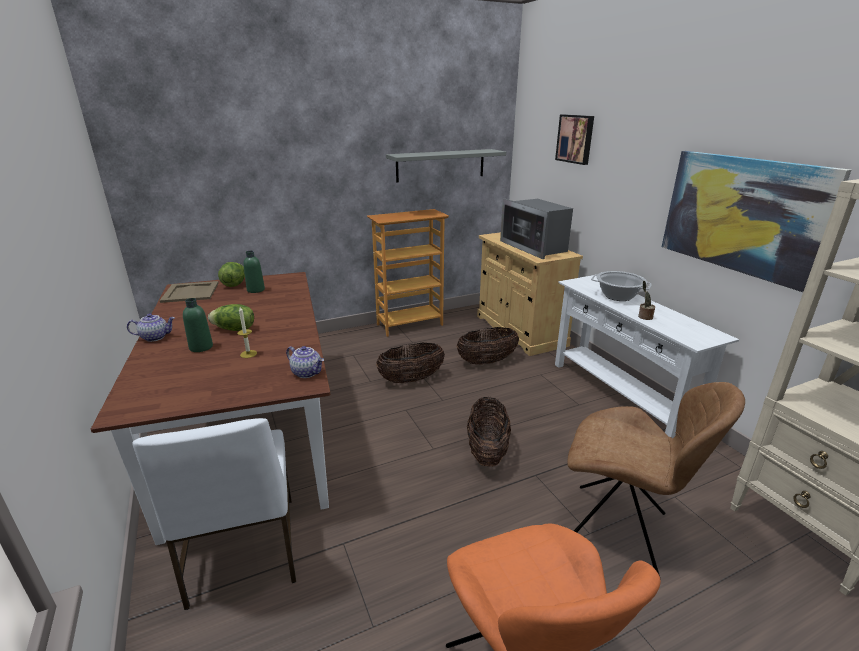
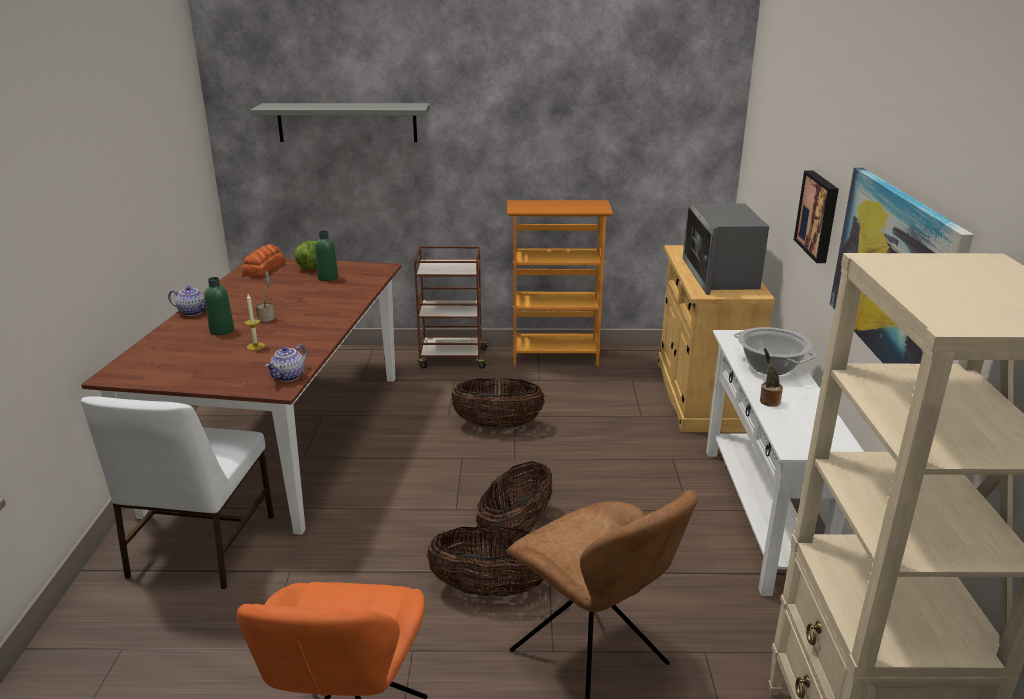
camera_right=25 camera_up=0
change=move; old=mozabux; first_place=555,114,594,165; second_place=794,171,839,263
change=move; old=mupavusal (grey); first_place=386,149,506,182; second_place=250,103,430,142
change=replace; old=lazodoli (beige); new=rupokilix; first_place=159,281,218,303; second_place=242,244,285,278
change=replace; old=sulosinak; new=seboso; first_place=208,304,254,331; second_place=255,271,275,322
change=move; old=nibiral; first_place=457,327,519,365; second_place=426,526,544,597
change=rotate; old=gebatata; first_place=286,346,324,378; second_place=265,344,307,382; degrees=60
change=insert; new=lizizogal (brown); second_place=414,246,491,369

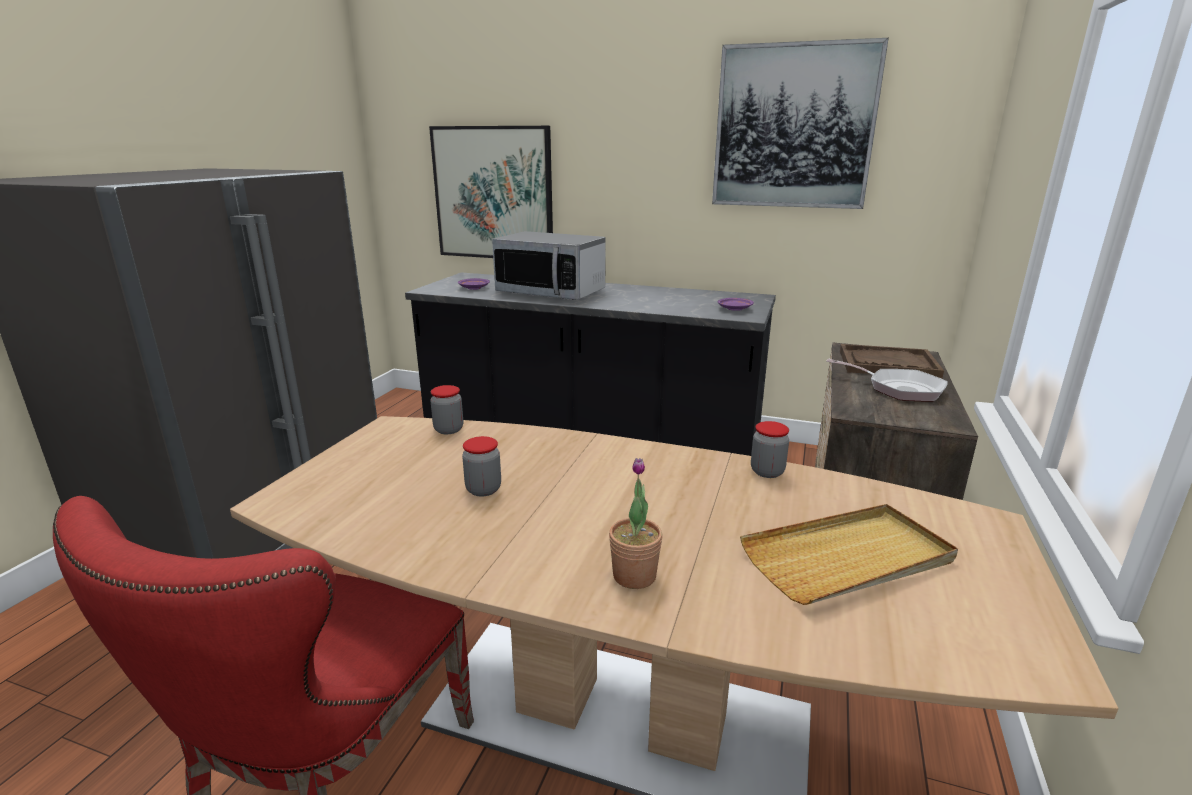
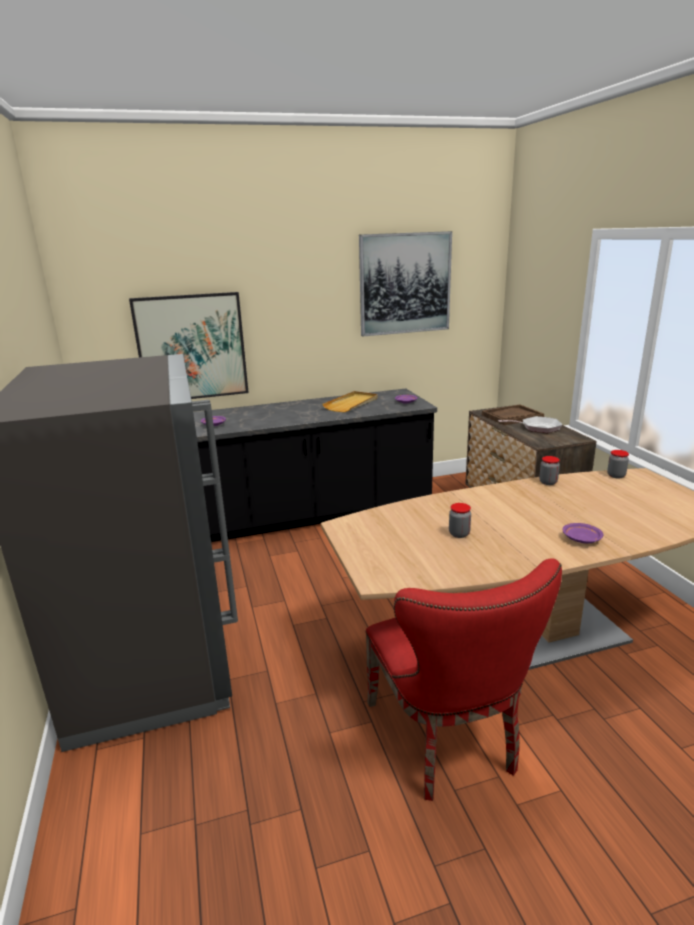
camera_right=-35 camera_up=0
change=delete; old=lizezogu; first_place=492,231,606,300
change=move; old=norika; first_place=430,385,463,434; second_place=607,450,629,478
change=replace; old=seboso; new=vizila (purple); first_place=609,458,663,589; second_place=562,523,603,543
change=move; old=lazodoli (beige); first_place=740,504,958,605; second_place=322,391,378,412

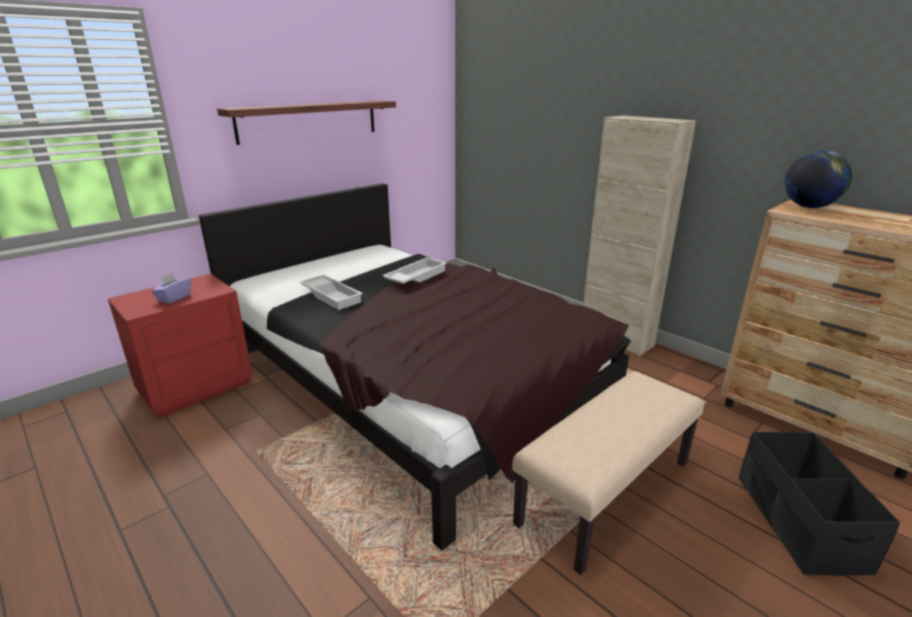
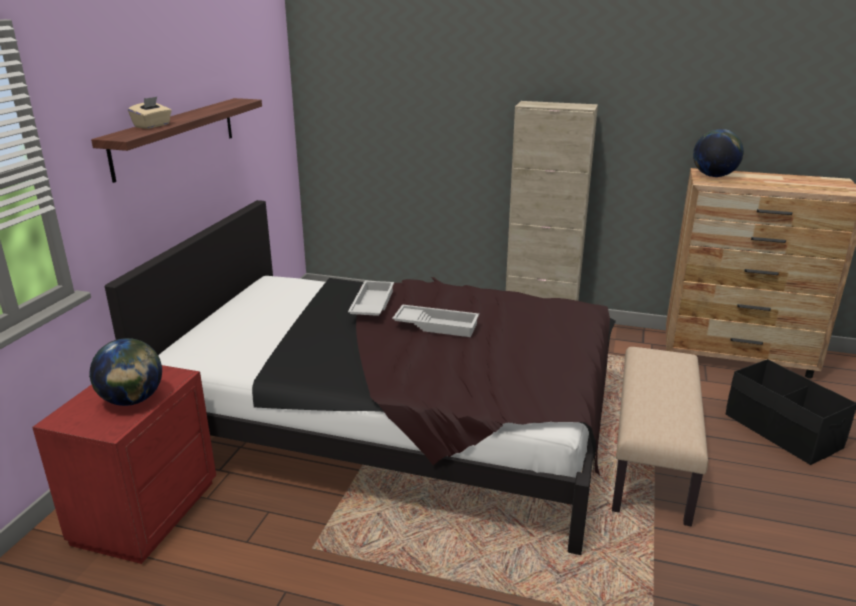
camera_right=-30 camera_up=0
change=replace; old=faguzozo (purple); new=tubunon; first_place=151,272,191,304; second_place=89,338,162,406
change=move; old=lazodoli (white); first_place=299,275,363,310; second_place=392,304,479,337
change=insert; new=faguzozo (beige); second_place=128,97,172,129

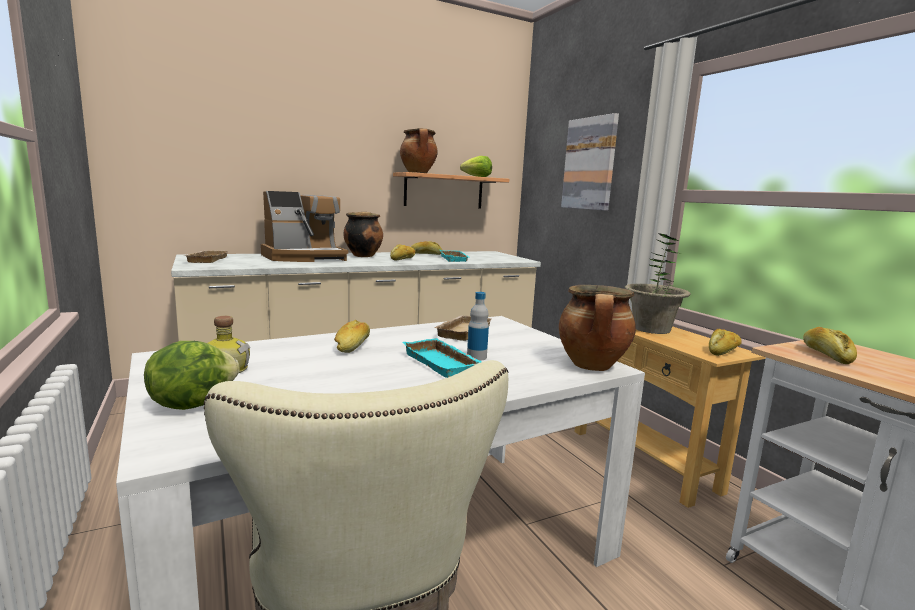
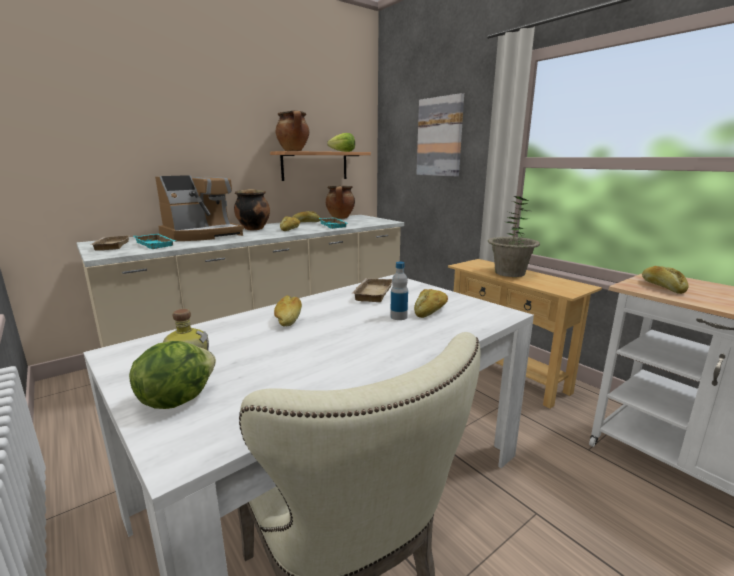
camera_right=-10 camera_up=5
change=move; old=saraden; first_place=559,285,636,371; second_place=326,186,355,219
change=move; old=rupokilix; first_place=709,329,742,356; second_place=414,289,448,318
change=move; old=lazodoli (turquoise); first_place=402,338,482,378; second_place=133,234,176,249

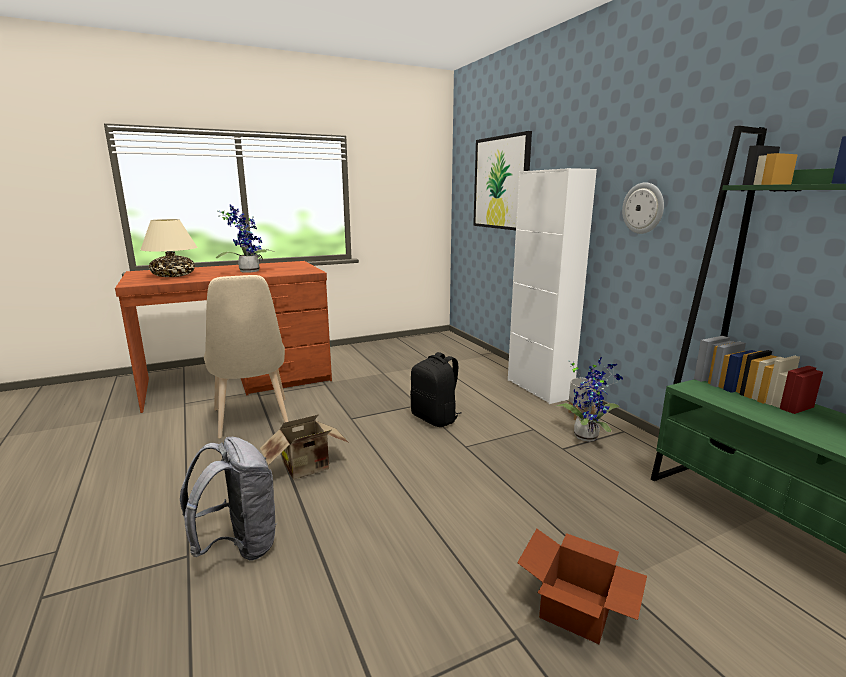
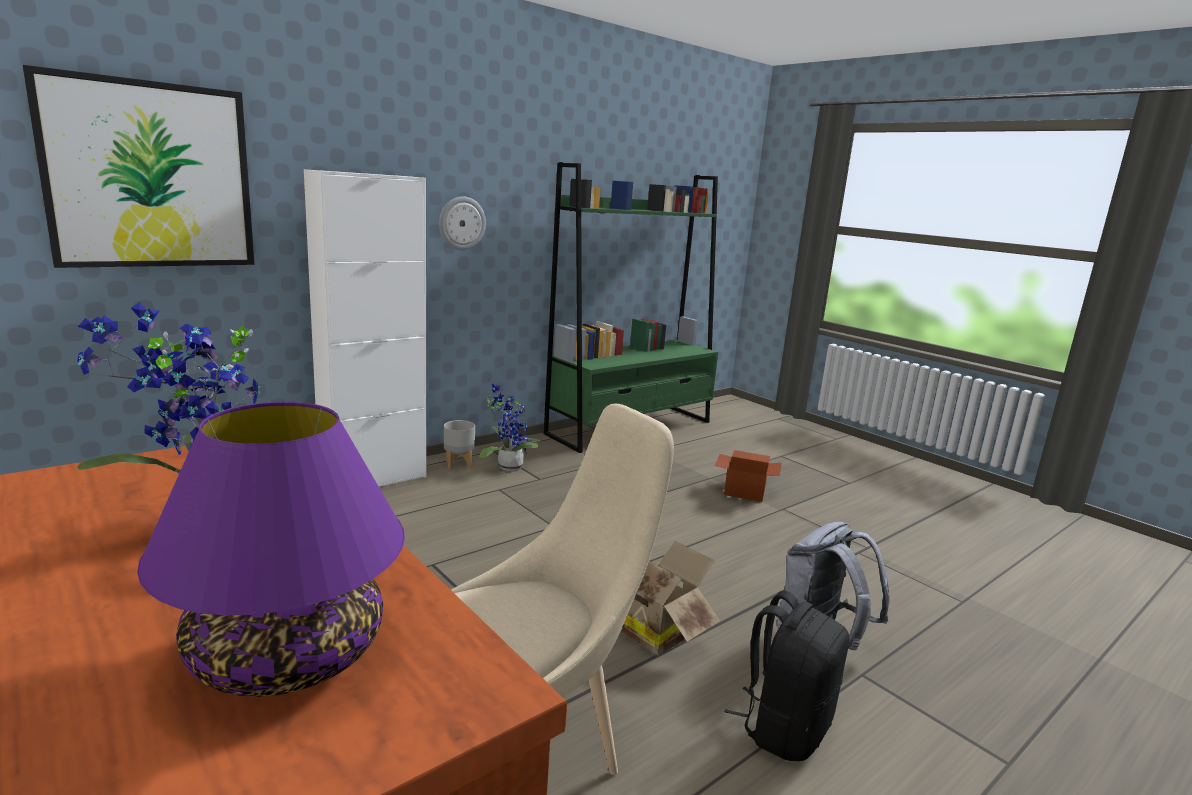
camera_right=-105 camera_up=0
change=recolor; old=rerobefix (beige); new=rerobefix (purple); first_place=140,219,198,277; second_place=137,402,405,697
change=move; old=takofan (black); first_place=410,352,462,427; second_place=725,590,850,761

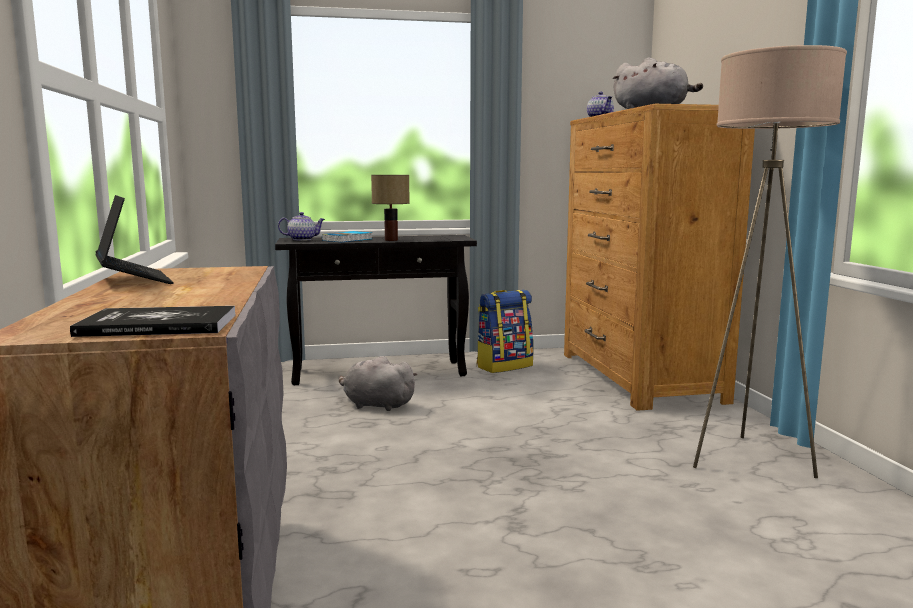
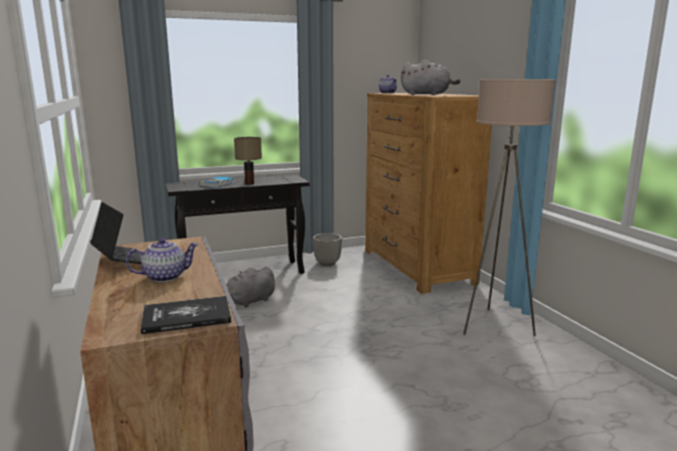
camera_right=-10 camera_up=5
change=move; old=gebatata; first_place=278,212,325,241; second_place=126,238,199,282
change=replace; old=takofan; new=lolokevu; first_place=477,290,534,373; second_place=313,233,342,266
change=rotate; old=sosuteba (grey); first_place=339,356,418,411; second_place=227,267,275,308; degrees=-45

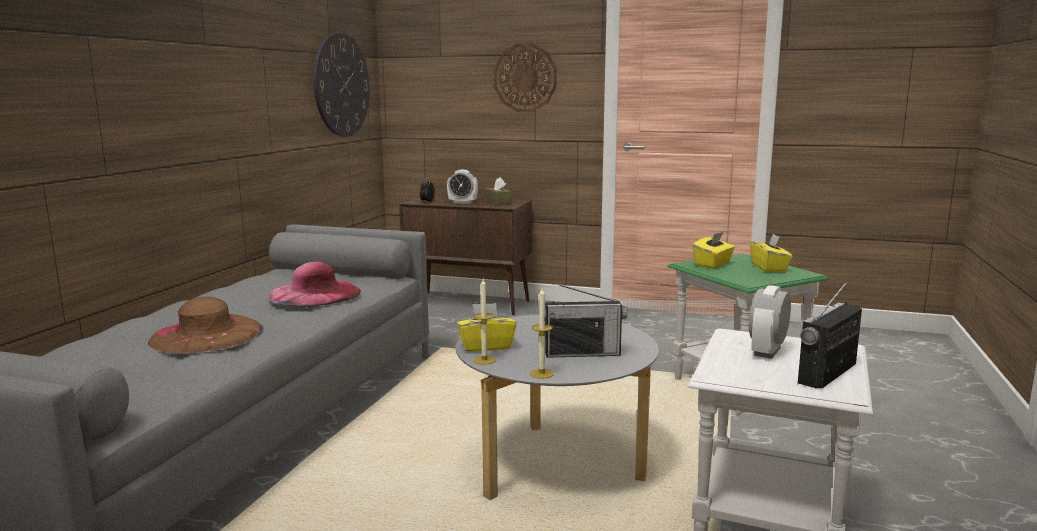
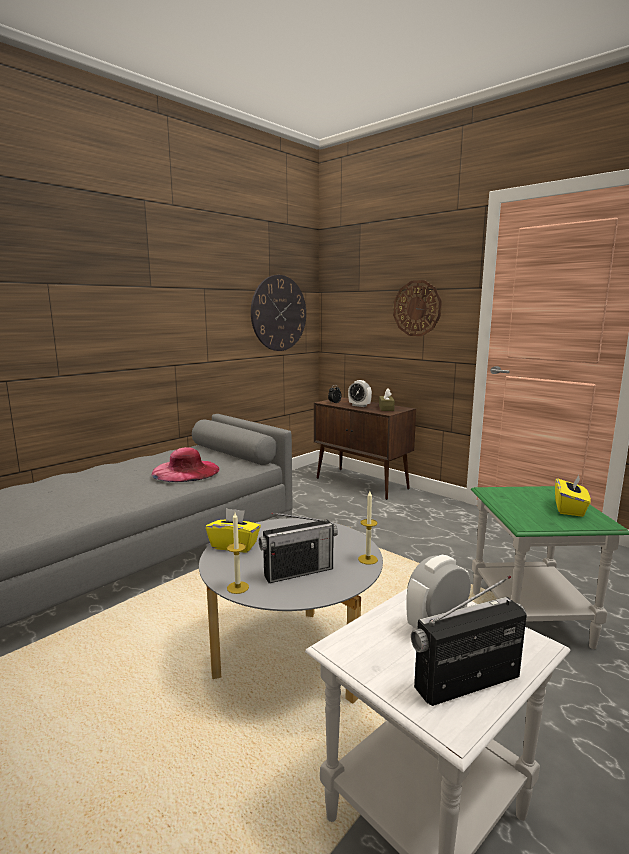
camera_right=25 camera_up=0
change=delete; old=faguzozo (yellow); first_place=692,232,735,269
change=move; old=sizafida; first_place=473,279,496,365; second_place=358,491,378,564
change=rotate; old=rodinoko; first_place=545,282,627,358; second_place=259,513,338,583; degrees=-45
change=delete; old=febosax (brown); first_place=148,297,263,353

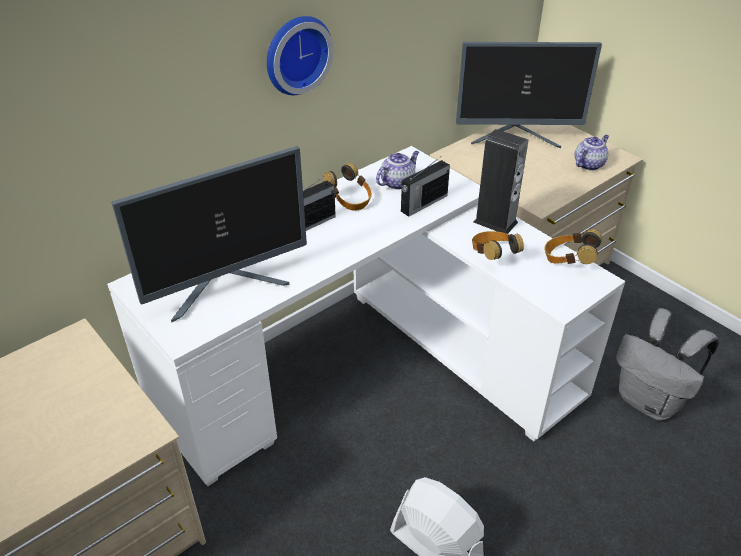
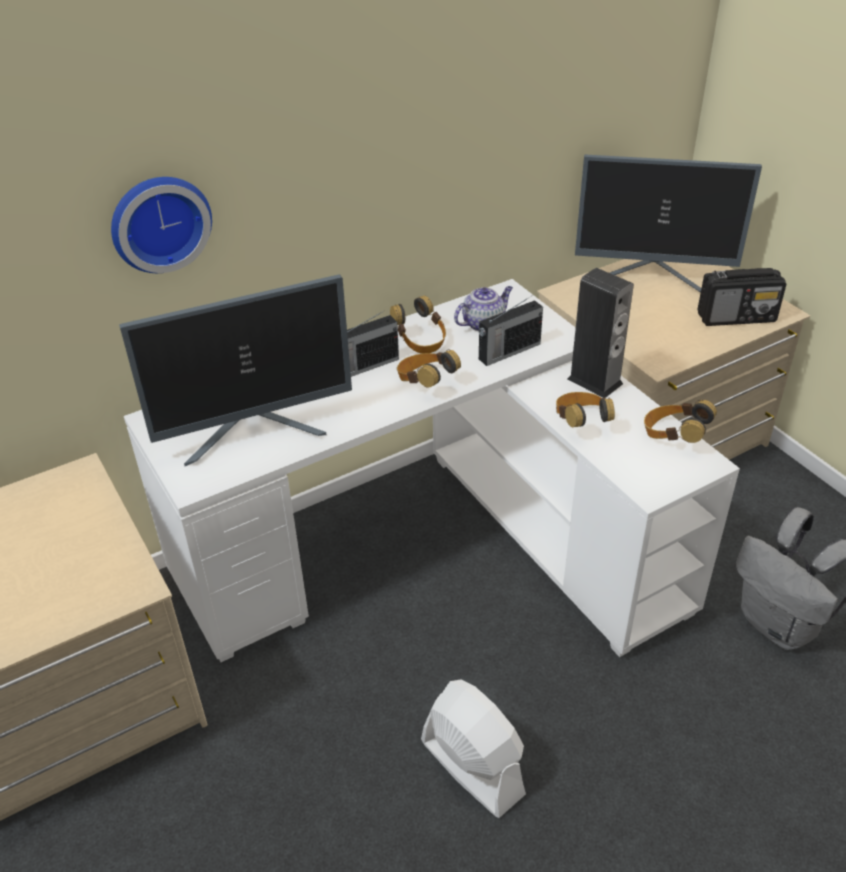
camera_right=10 camera_up=0
change=move; old=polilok; first_place=267,16,334,95; second_place=111,177,212,273
change=replace; old=gebatata; new=rodinoko; first_place=575,135,609,171; second_place=698,268,786,326
change=insert; new=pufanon; second_place=397,349,461,388

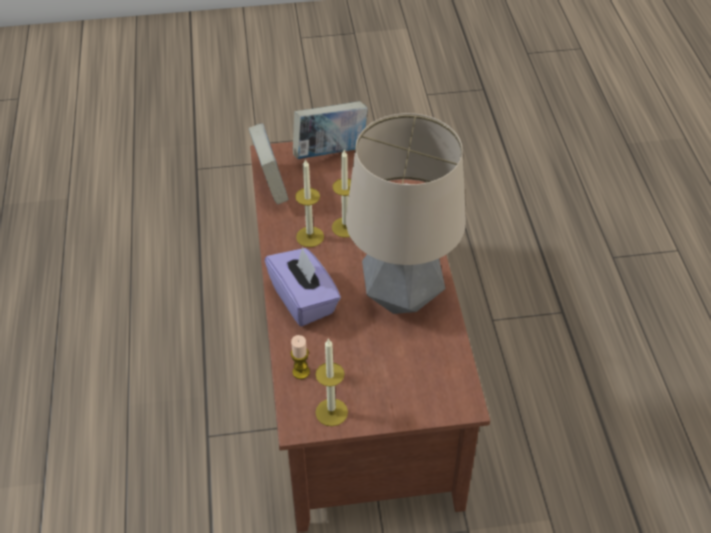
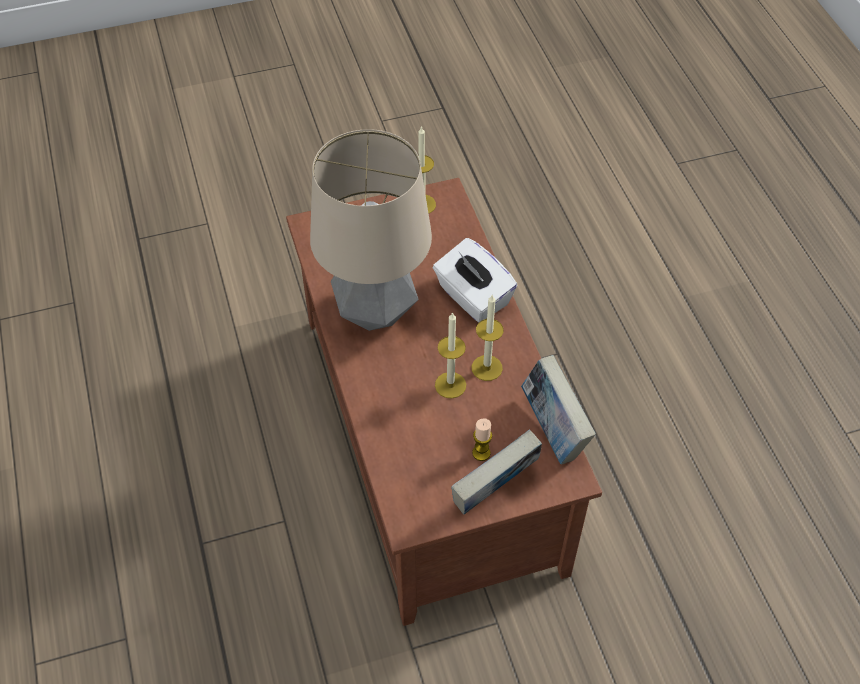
camera_right=170 camera_up=5
change=recolor; old=faguzozo (purple); new=faguzozo (white); first_place=265,247,341,327; second_place=433,238,517,322
change=move; old=sizafida; first_place=291,335,310,379; second_place=472,418,492,461

